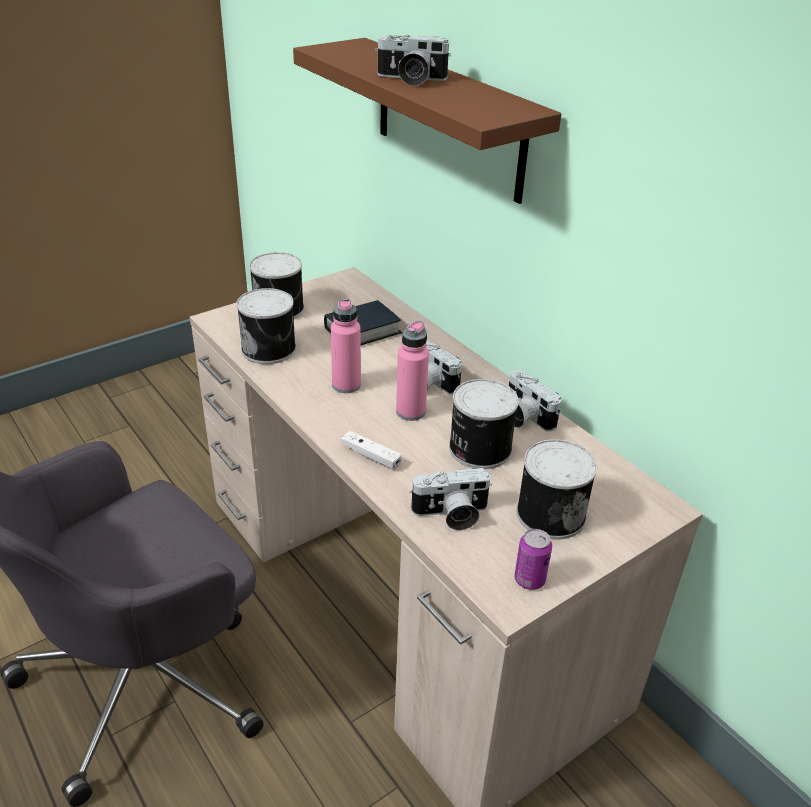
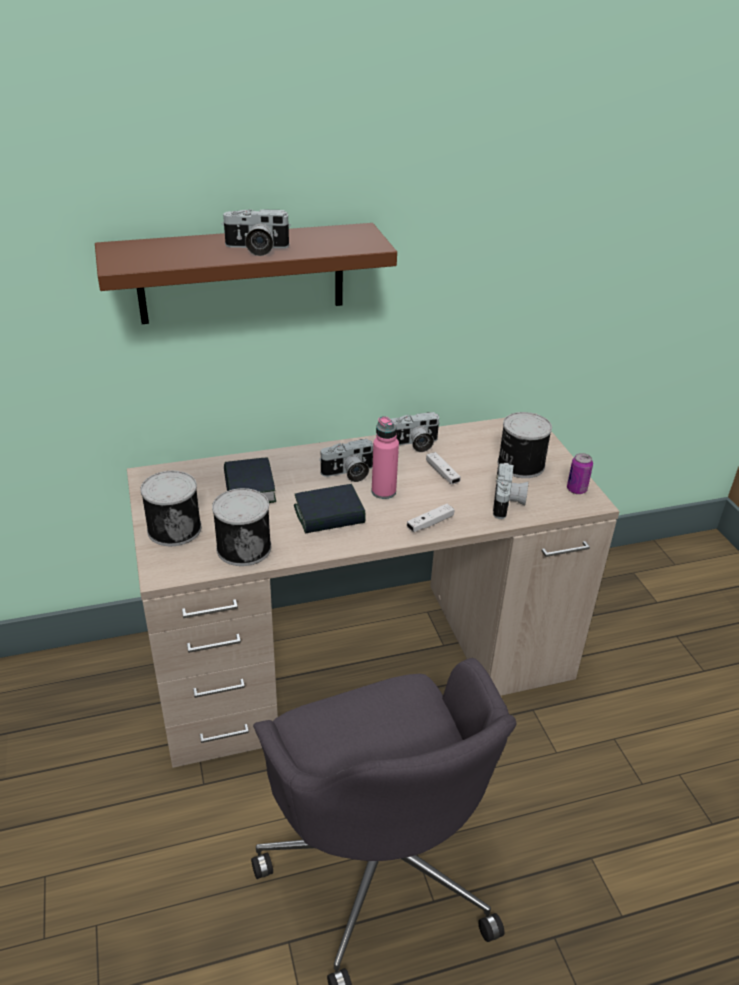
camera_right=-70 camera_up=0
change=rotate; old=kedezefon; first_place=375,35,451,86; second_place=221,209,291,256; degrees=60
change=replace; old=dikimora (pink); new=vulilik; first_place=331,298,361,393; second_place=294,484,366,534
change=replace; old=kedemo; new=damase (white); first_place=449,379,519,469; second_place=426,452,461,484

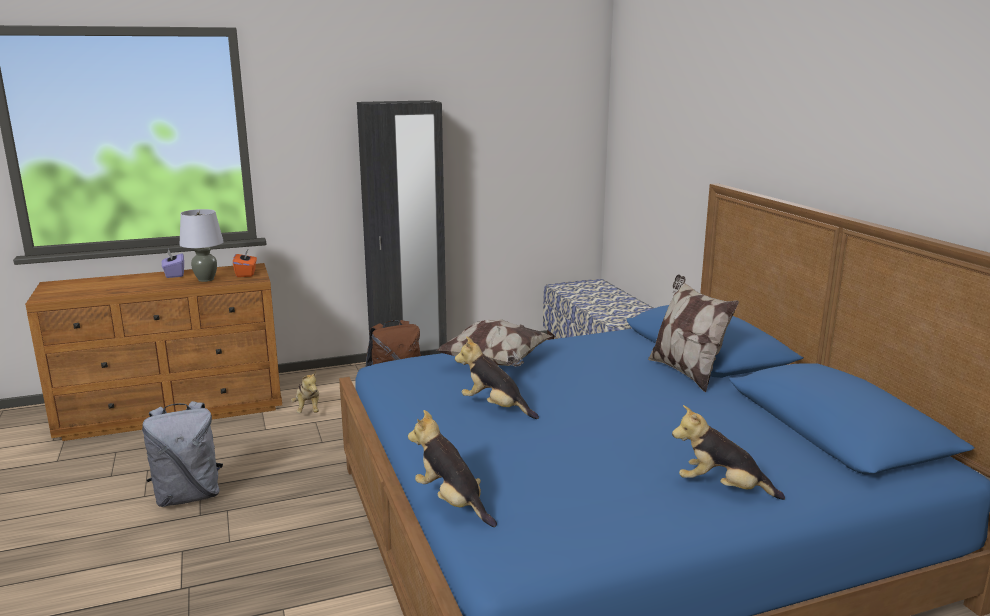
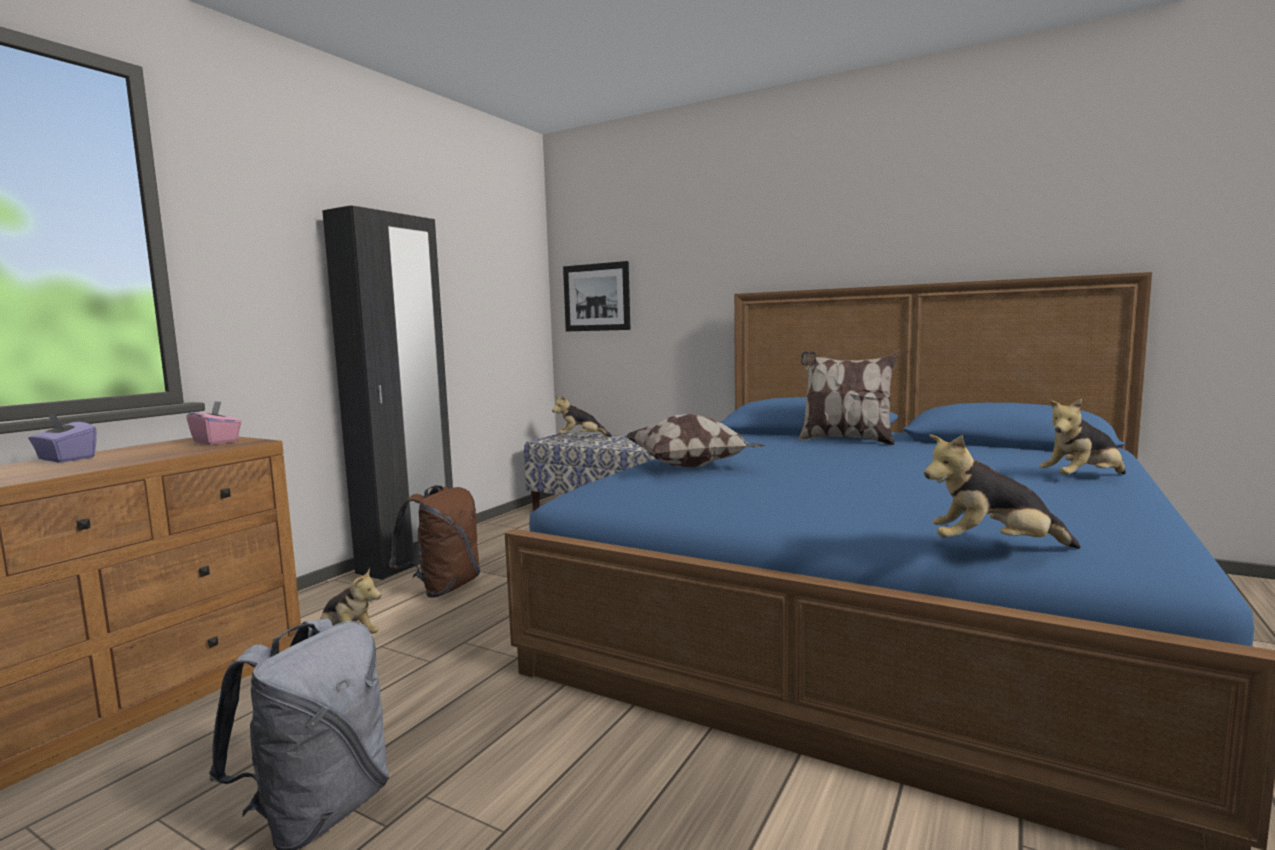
camera_right=-40 camera_up=-10
change=delete; old=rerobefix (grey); first_place=179,209,224,282
change=recolor; old=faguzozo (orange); new=faguzozo (pink); first_place=233,248,257,277; second_place=186,401,242,445
change=move; old=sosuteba; first_place=455,336,539,419; second_place=552,395,612,437
change=insert; new=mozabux; second_place=563,261,631,331

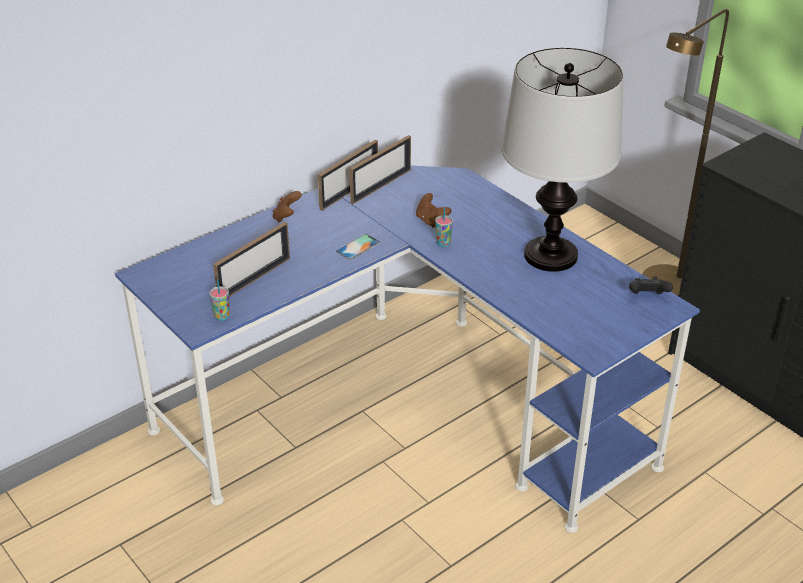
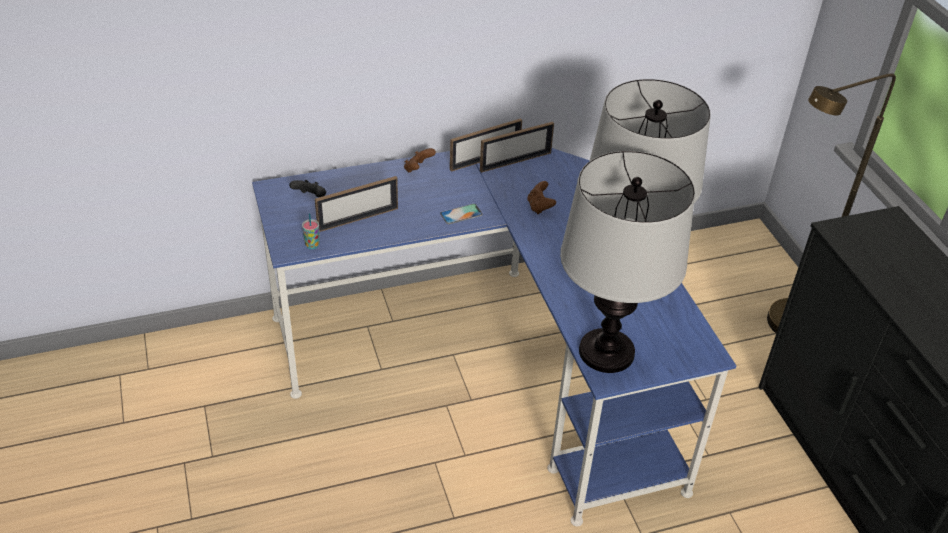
camera_right=20 camera_up=5
change=delete; old=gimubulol; first_place=435,208,453,247
change=move; old=damase (black); first_place=629,277,673,294; second_place=289,180,326,197
change=insert; new=rerobefix; second_place=560,151,695,373

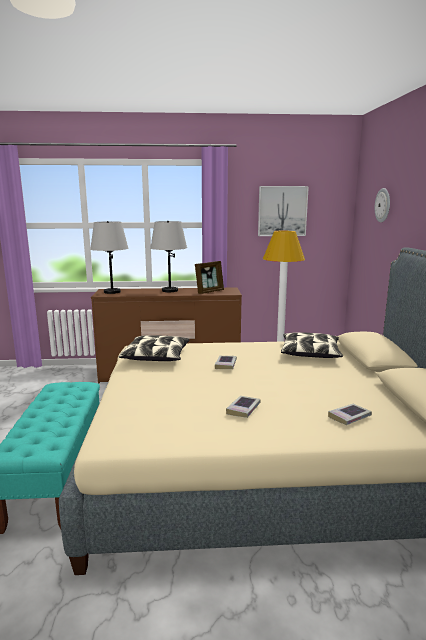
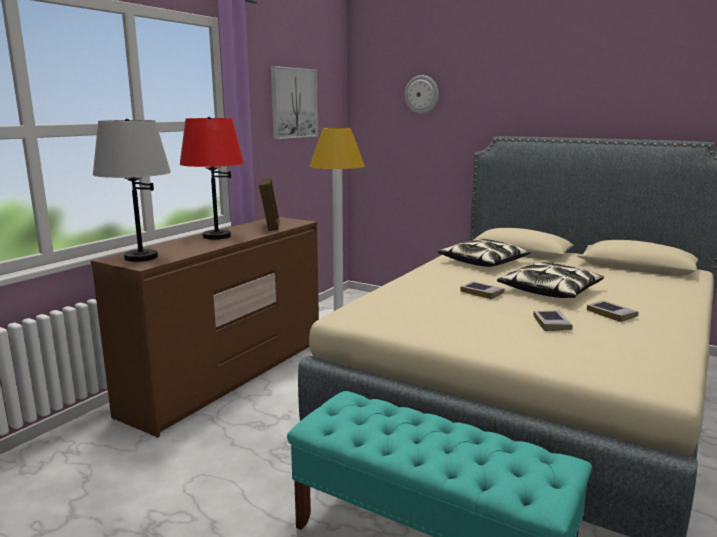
camera_right=-55 camera_up=0
change=recolor; old=rerobefix (grey); new=rerobefix (red); first_place=150,221,187,292; second_place=180,117,244,239
change=move; old=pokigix; first_place=119,335,190,361; second_place=497,262,604,298
change=move; old=vulilik; first_place=328,404,372,425; second_place=534,310,573,331

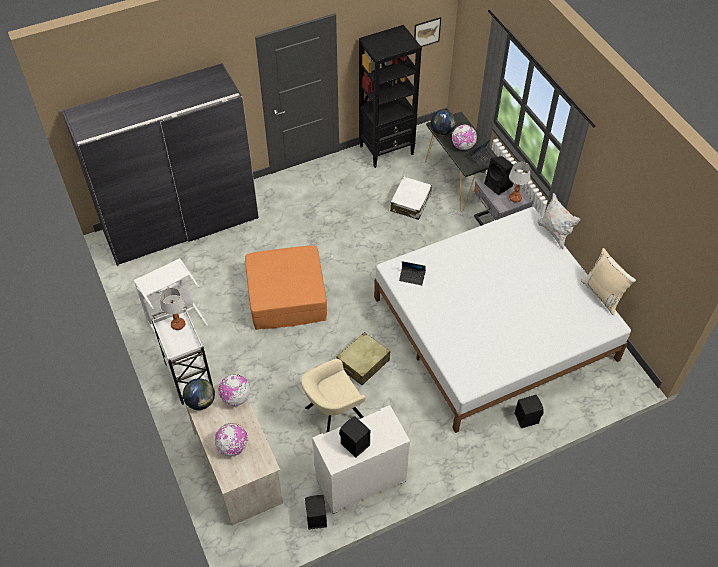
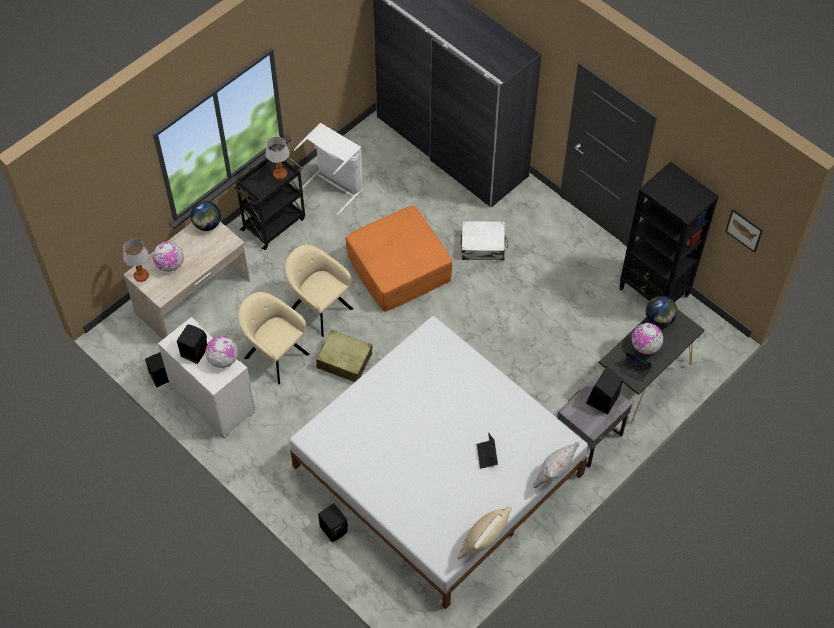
camera_right=70 camera_up=5
change=move; old=rerobefix; first_place=509,162,531,202; second_place=123,239,149,282
change=move; old=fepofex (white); first_place=390,176,432,220; second_place=461,221,508,260
change=move; old=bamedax; first_place=399,261,426,285; second_place=477,432,498,469
change=recolor; old=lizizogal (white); new=lizizogal (black); first_place=151,306,213,405; second_place=233,157,305,250
change=move; old=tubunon; first_place=218,374,250,406; second_place=205,336,238,368
change=insert; new=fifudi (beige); second_place=285,245,353,337

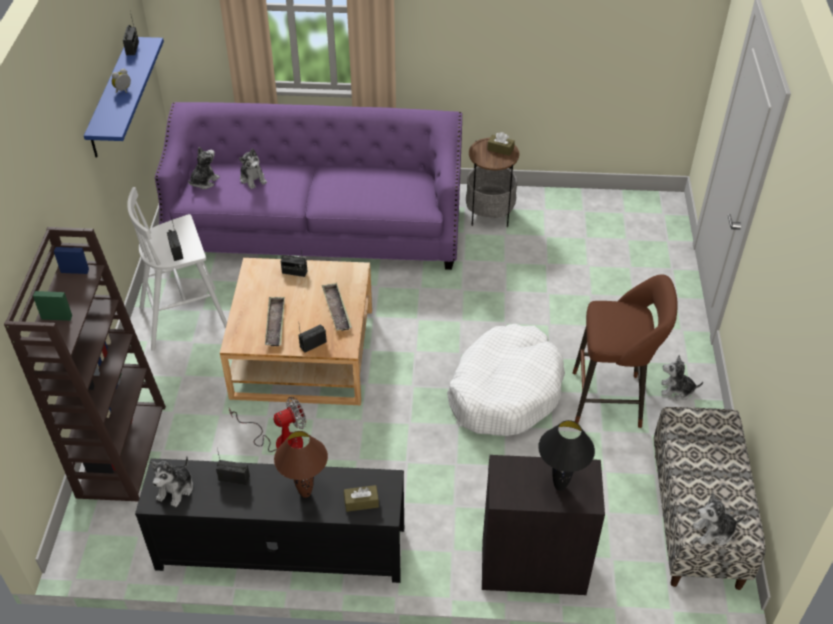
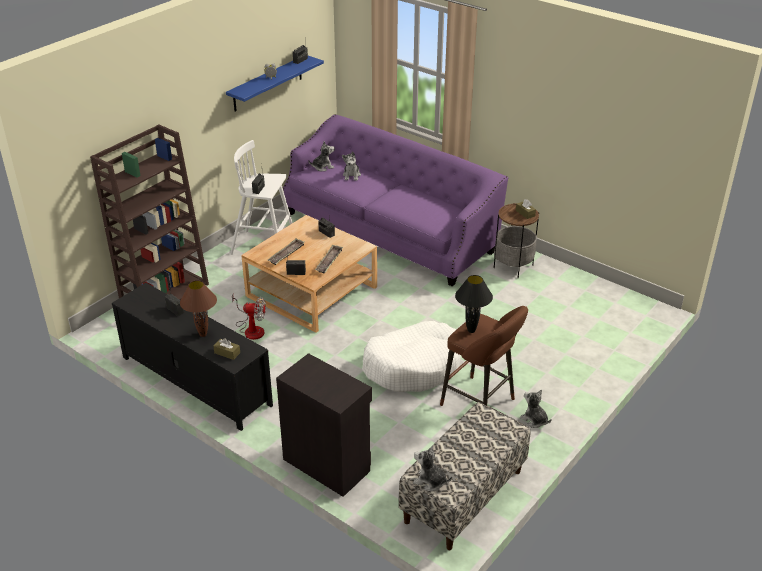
camera_right=35 camera_up=-10
change=move; old=rerobefix (black); first_place=538,420,595,491; second_place=455,275,493,333
change=delete; old=sosuteba; first_place=150,456,193,507

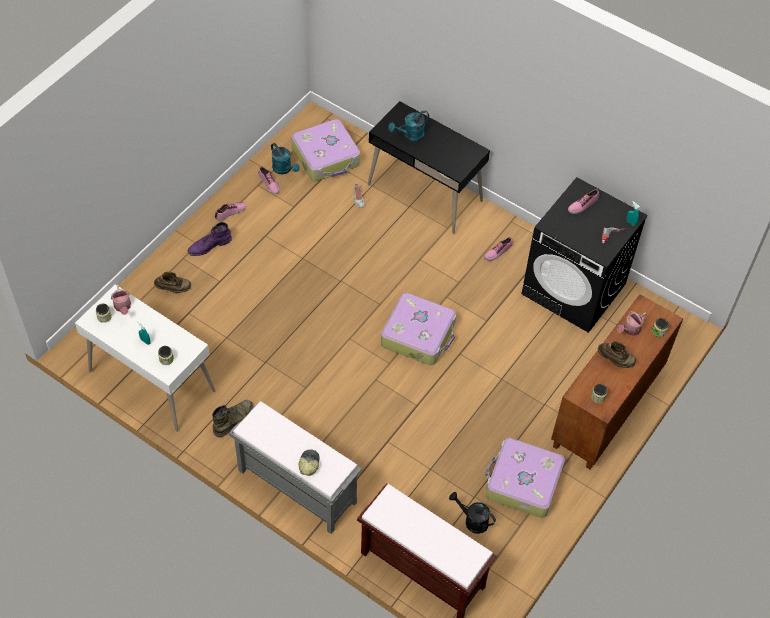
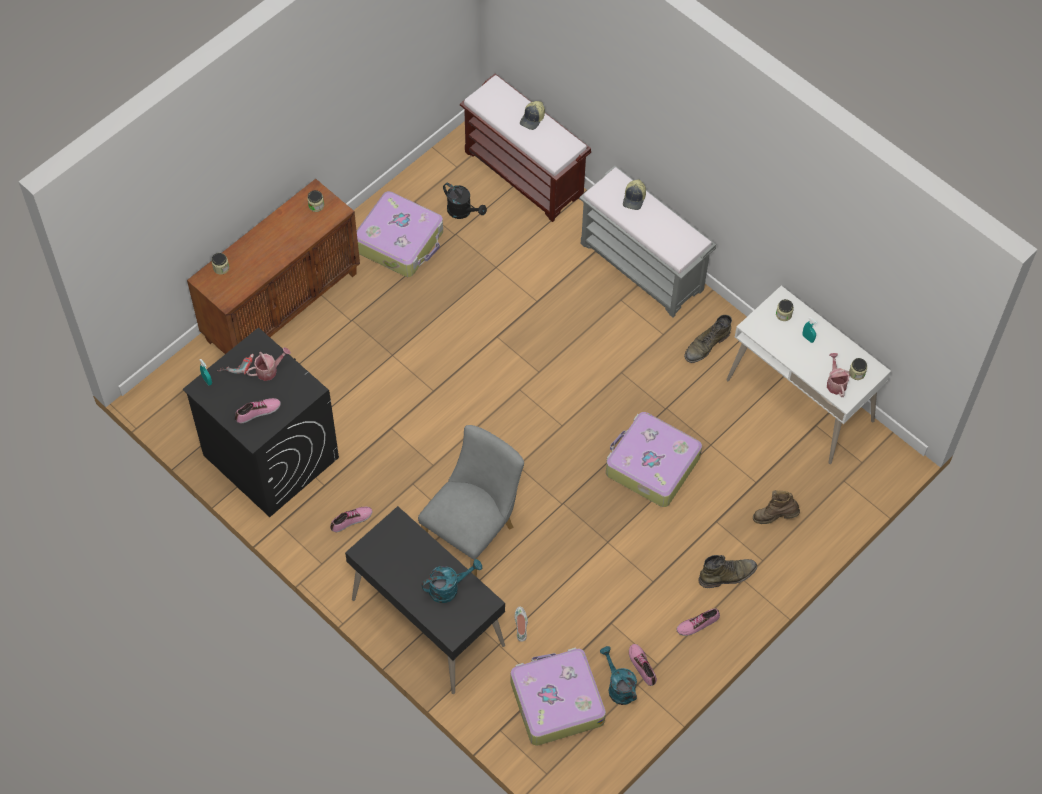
camera_right=-170 camera_up=5
change=recolor; old=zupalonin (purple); new=zupalonin (green); first_place=188,222,232,256; second_place=698,555,757,588
change=move; old=fepofex; first_place=381,293,456,365; second_place=606,412,702,507
change=move; old=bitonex; first_place=617,311,647,336; second_place=246,347,291,381
change=delete; old=zupalonin (brown); first_place=598,340,636,368
change=insert; new=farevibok; second_place=520,101,545,130
change=insert; new=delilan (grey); second_place=418,425,524,577

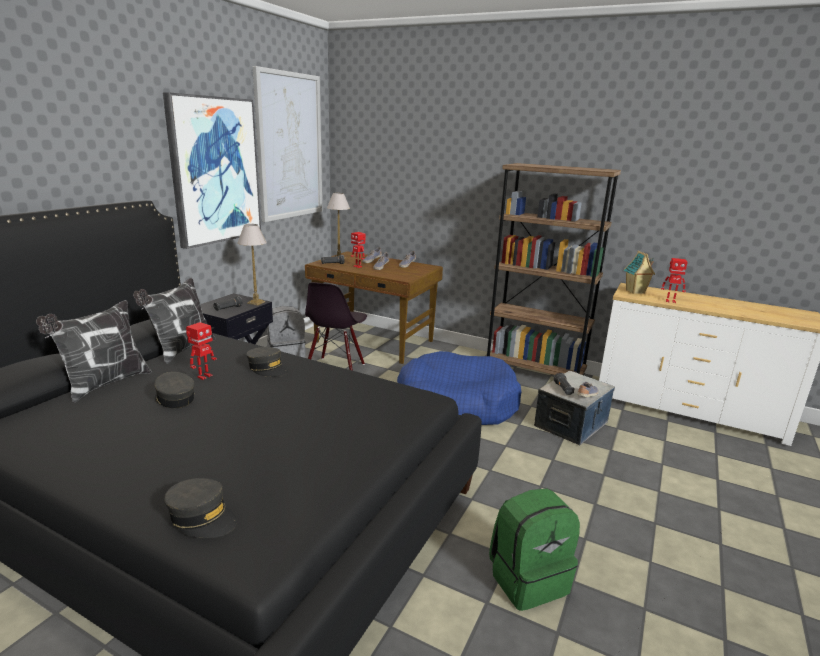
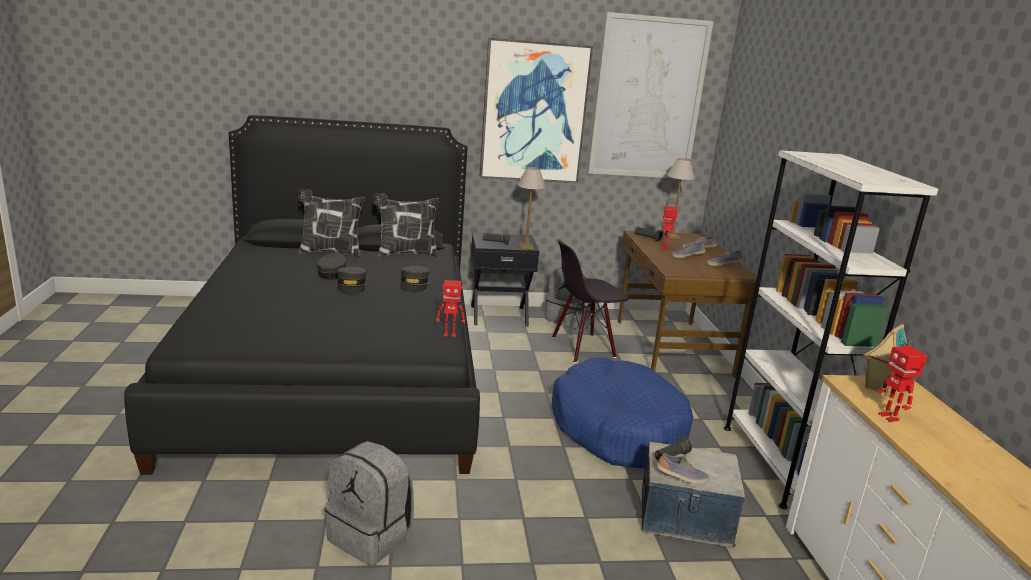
camera_right=55 camera_up=0
change=recolor; old=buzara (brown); new=buzara (white); first_place=486,163,621,376; second_place=724,150,938,509
change=move; old=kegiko; first_place=186,322,217,380; second_place=436,280,465,337
change=move; old=farevibok (grey); first_place=164,478,237,538; second_place=337,266,366,295
change=recolor; old=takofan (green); new=takofan (grey); first_place=489,489,580,611; second_place=325,441,414,566

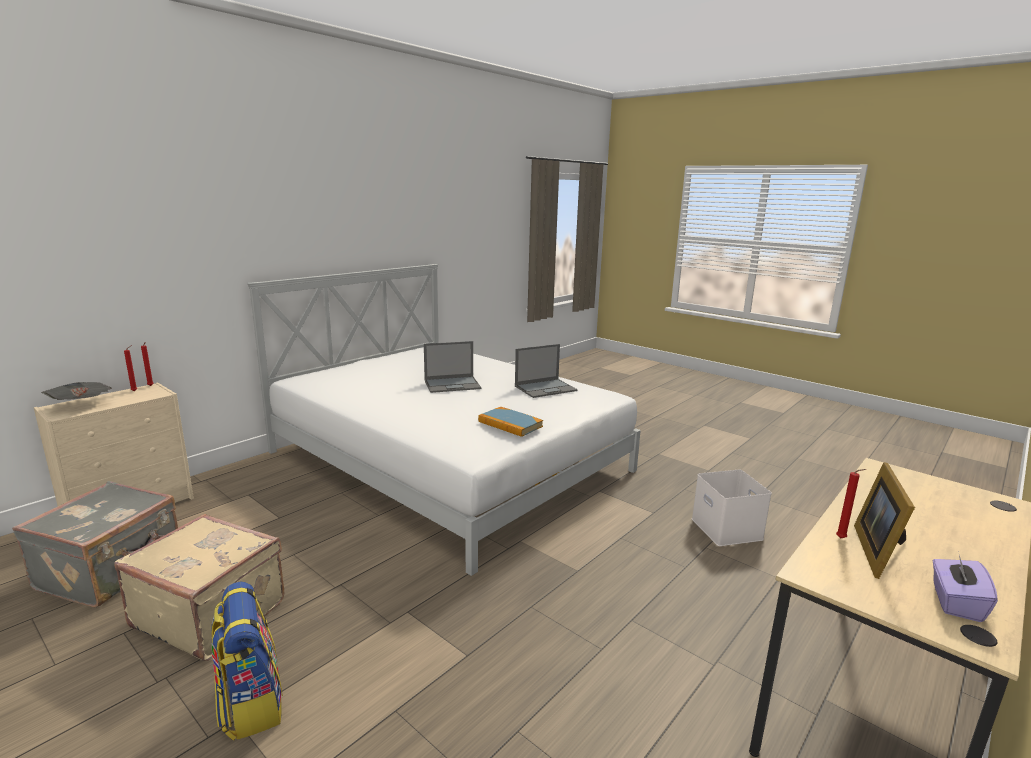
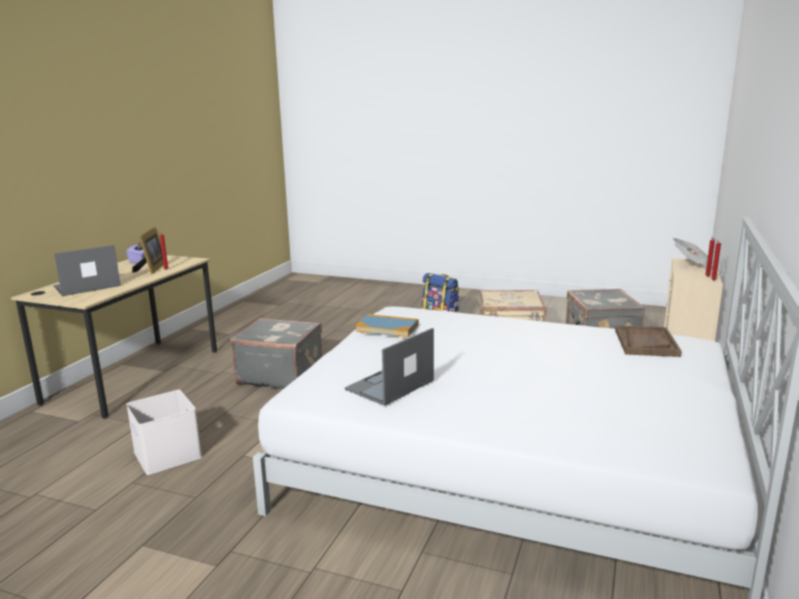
camera_right=160 camera_up=0
change=move; old=bamedax; first_place=424,341,481,393; second_place=54,245,121,296
change=insert; new=fepofex (grey); second_place=230,318,322,389
change=insert; new=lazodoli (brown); second_place=615,325,682,357

